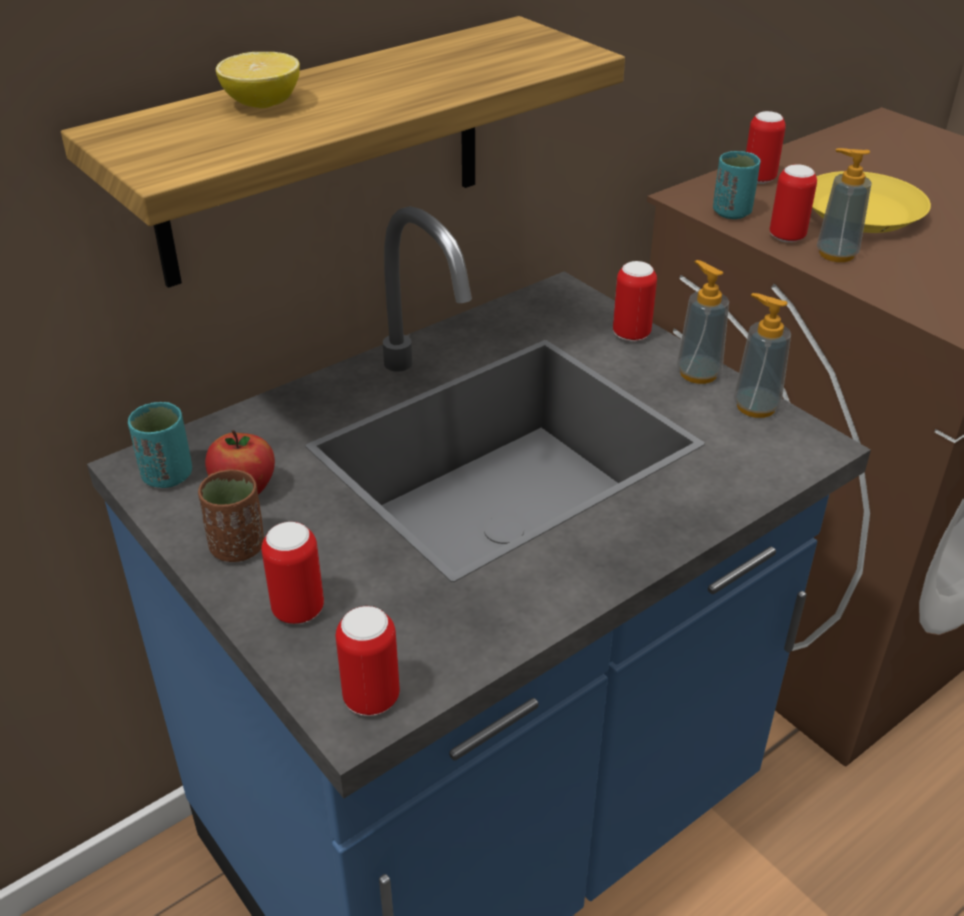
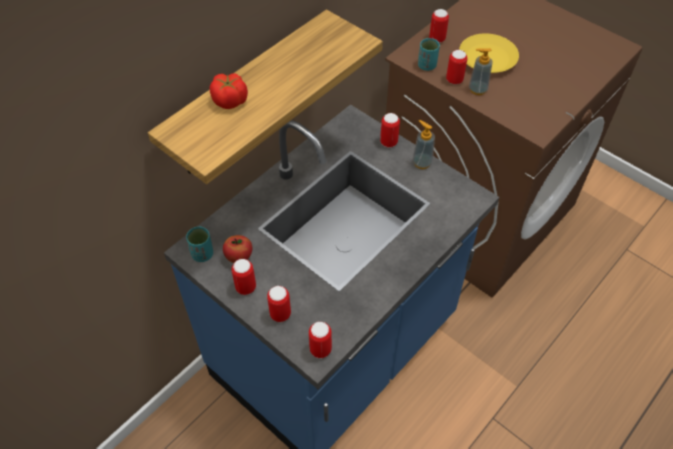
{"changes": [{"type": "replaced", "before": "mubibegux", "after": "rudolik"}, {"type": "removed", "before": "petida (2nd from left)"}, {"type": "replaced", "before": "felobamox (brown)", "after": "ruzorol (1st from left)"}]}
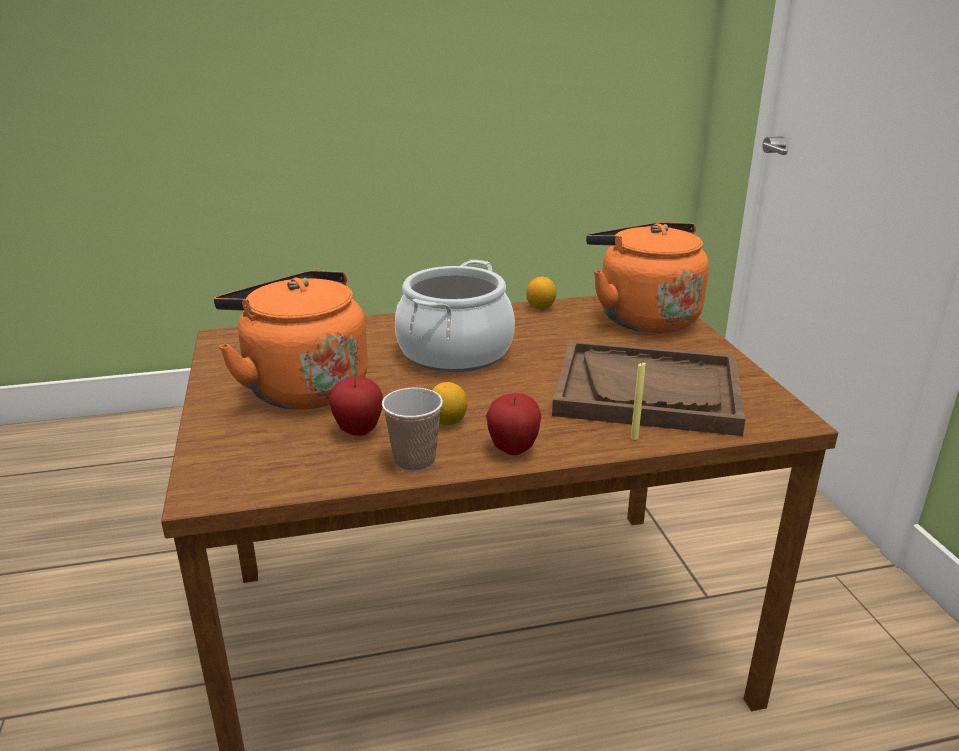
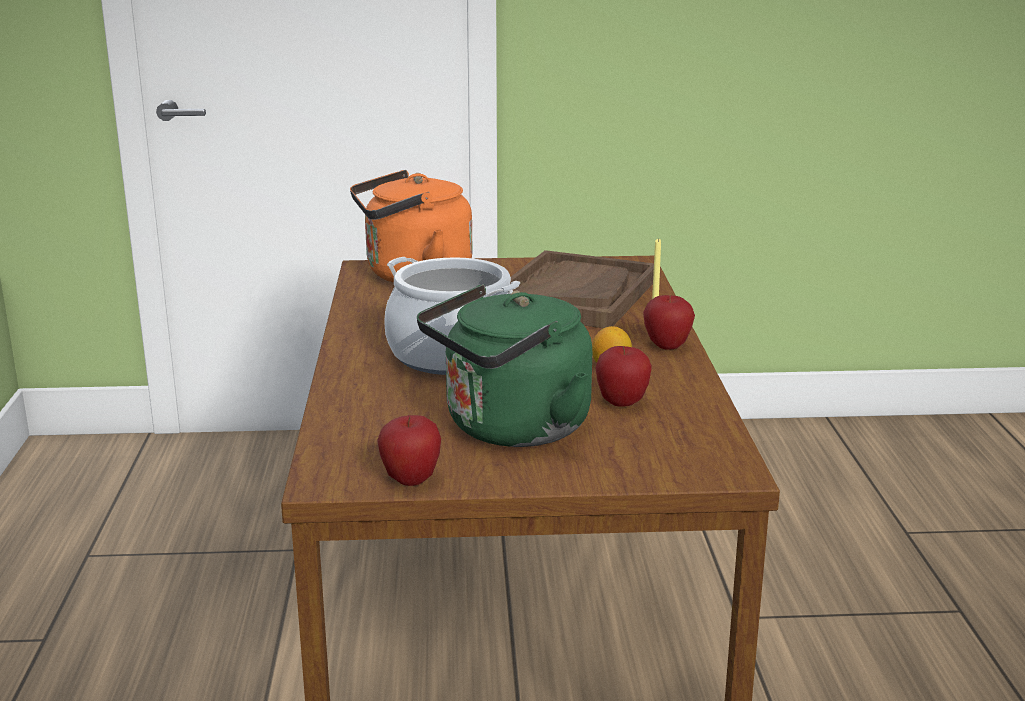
{"changes": [{"type": "recoloured", "before": "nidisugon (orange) (1st from left)", "after": "nidisugon (green)"}, {"type": "removed", "before": "mubibegux (2nd from left)"}, {"type": "removed", "before": "felobamox"}, {"type": "added", "after": "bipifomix (1st from left)"}]}
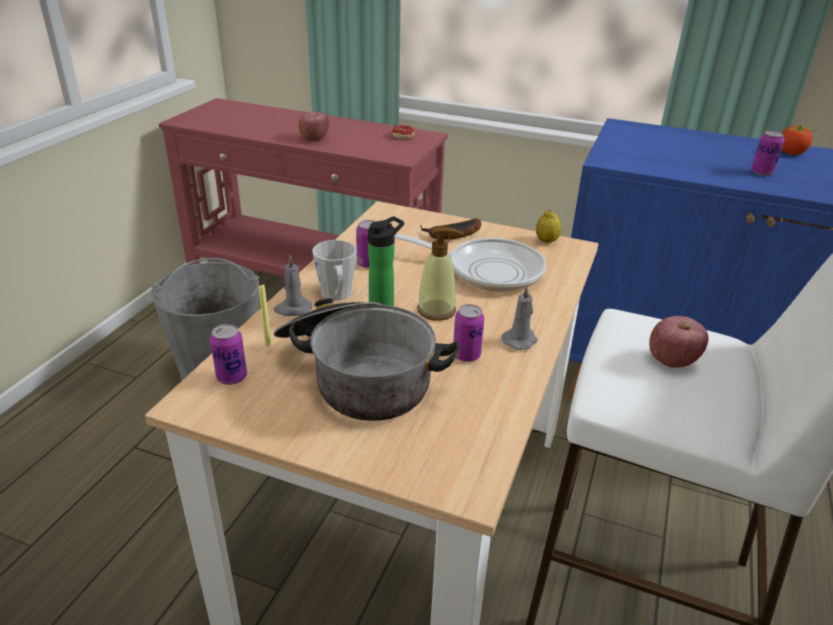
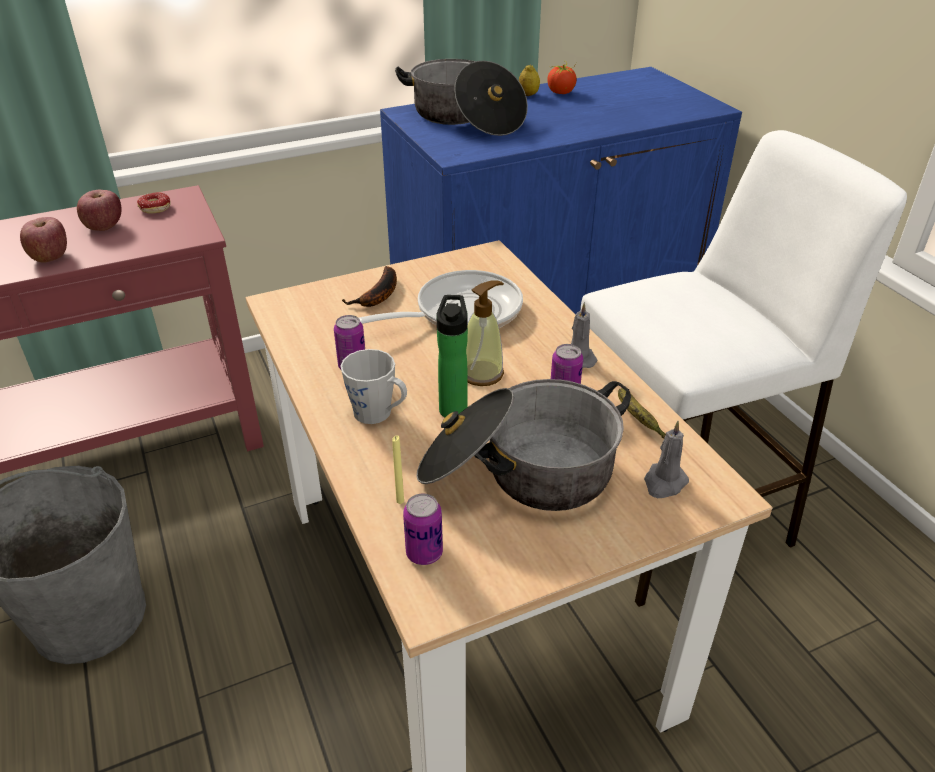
{"changes": [{"type": "removed", "before": "ruzorol (4th from left)"}, {"type": "moved", "before": "mubibegux"}, {"type": "moved", "before": "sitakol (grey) (1st from left in the first image)", "after": "sitakol (grey) (2nd from left)"}, {"type": "moved", "before": "bipifomix (2nd from left)"}, {"type": "added", "after": "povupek (1st from left)"}, {"type": "added", "after": "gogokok (2nd from left)"}]}
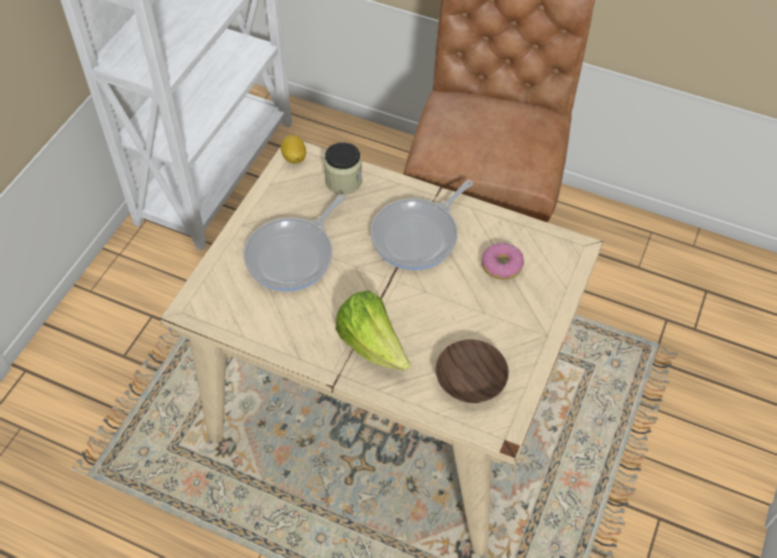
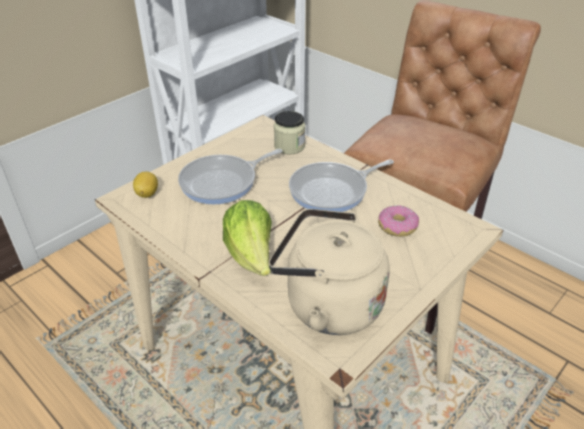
{"changes": [{"type": "moved", "before": "mubibegux"}, {"type": "replaced", "before": "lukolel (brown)", "after": "nidisugon (beige)"}]}
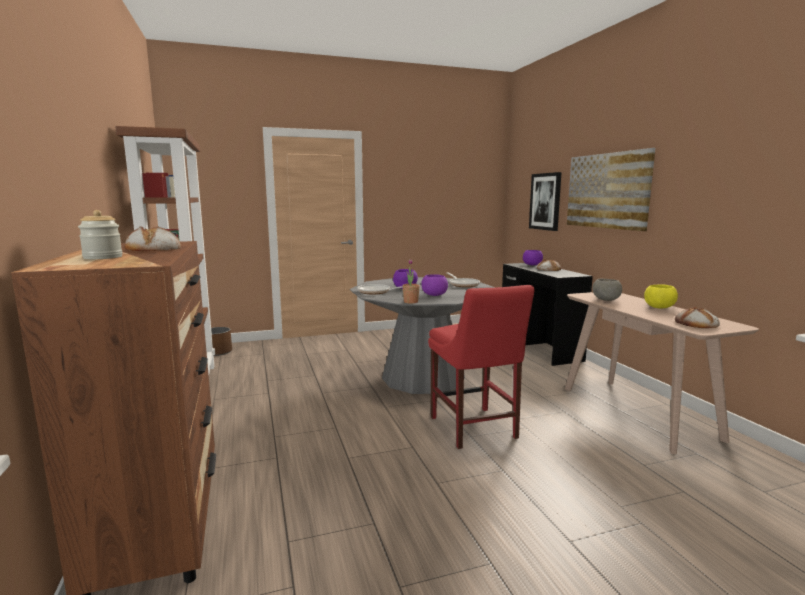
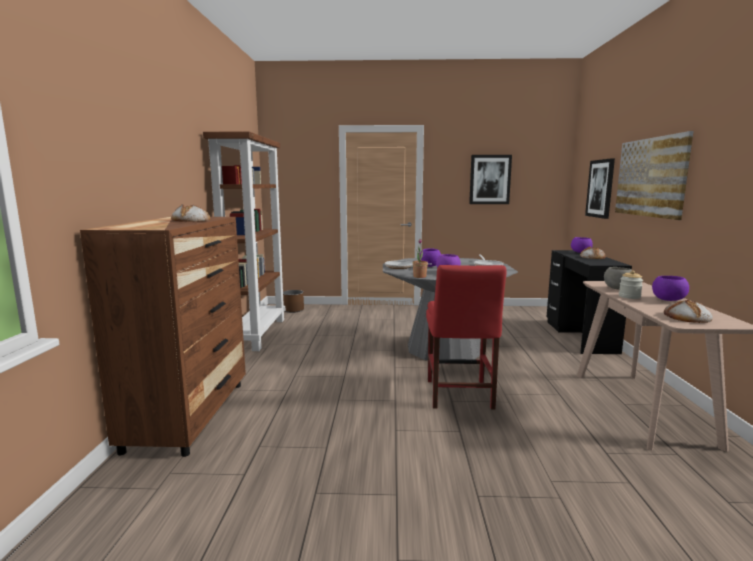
{"changes": [{"type": "moved", "before": "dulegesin"}, {"type": "recoloured", "before": "lukolel (yellow)", "after": "lukolel (purple) (4th from left)"}, {"type": "added", "after": "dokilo (1st from left)"}]}
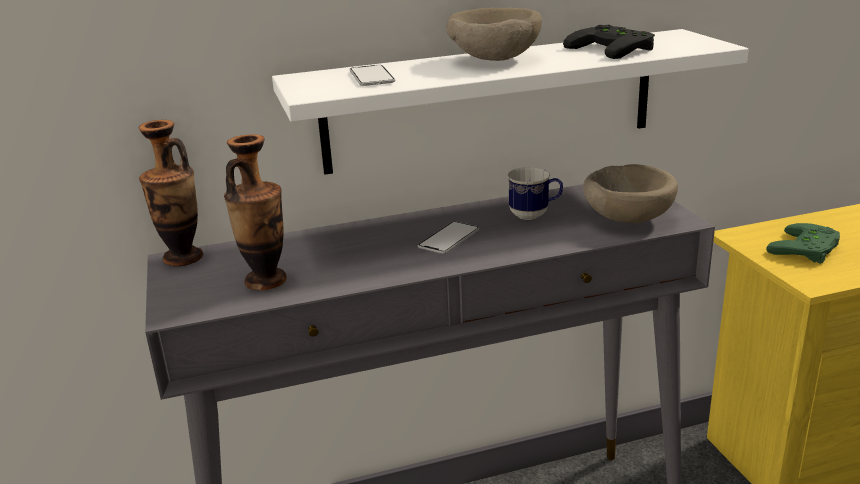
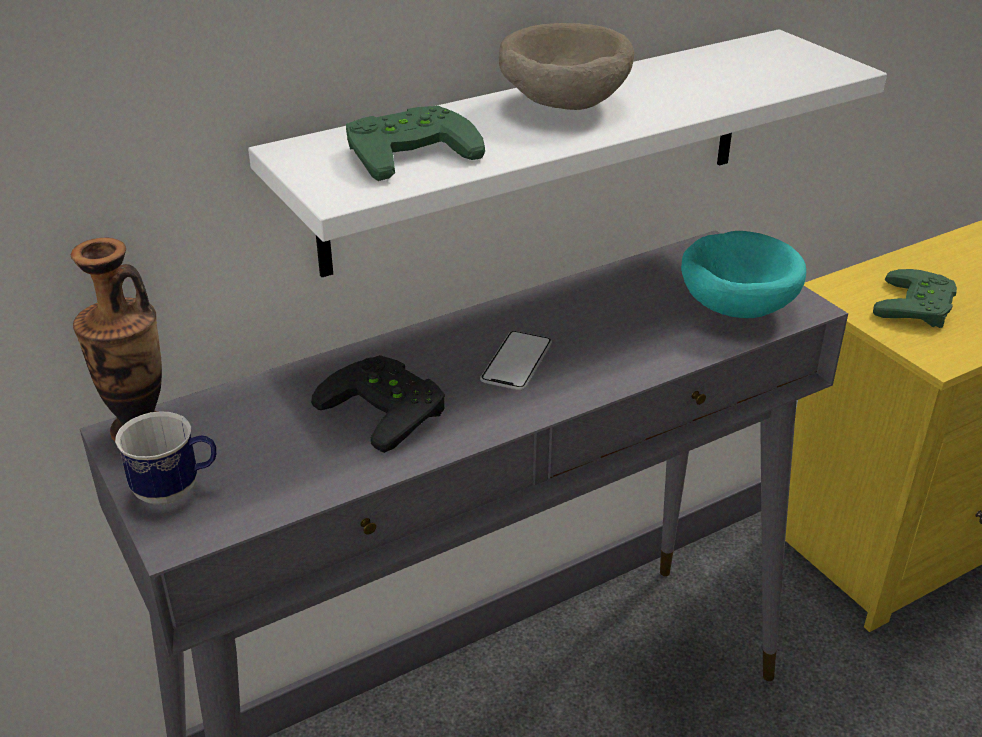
{"changes": [{"type": "moved", "before": "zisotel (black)"}, {"type": "replaced", "before": "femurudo (1st from left)", "after": "zisotel (green) (1st from left)"}, {"type": "removed", "before": "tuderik (2nd from left)"}, {"type": "recoloured", "before": "lukolel (beige) (2nd from left)", "after": "lukolel (turquoise)"}, {"type": "moved", "before": "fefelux"}]}
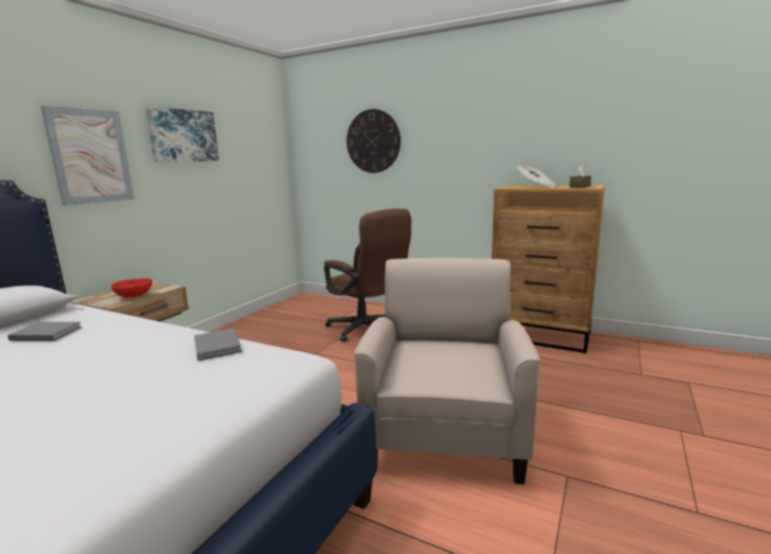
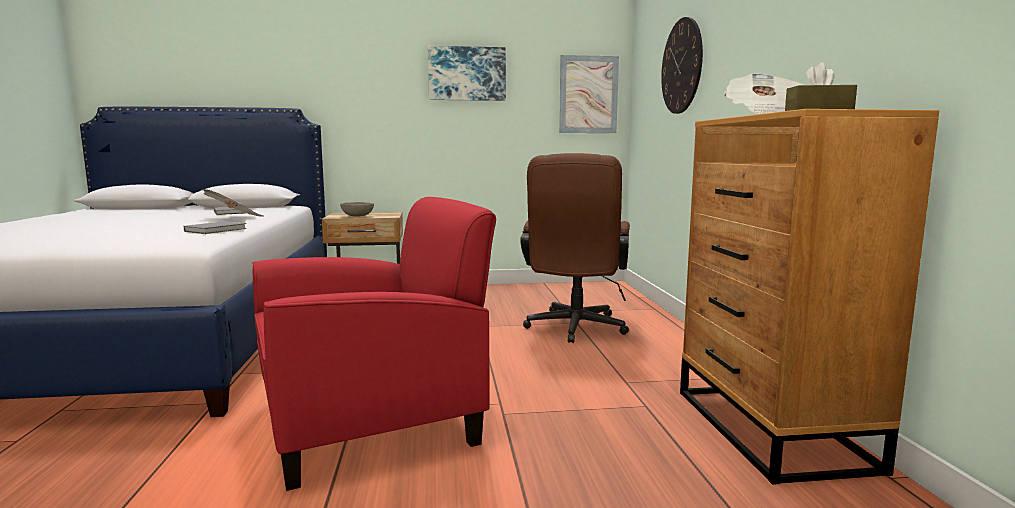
{"changes": [{"type": "moved", "before": "dokilo (1st from left in the first image)", "after": "dokilo (2nd from left)"}, {"type": "recoloured", "before": "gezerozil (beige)", "after": "gezerozil (red)"}, {"type": "recoloured", "before": "lukolel (red)", "after": "lukolel (grey)"}, {"type": "added", "after": "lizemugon (1st from left)"}]}
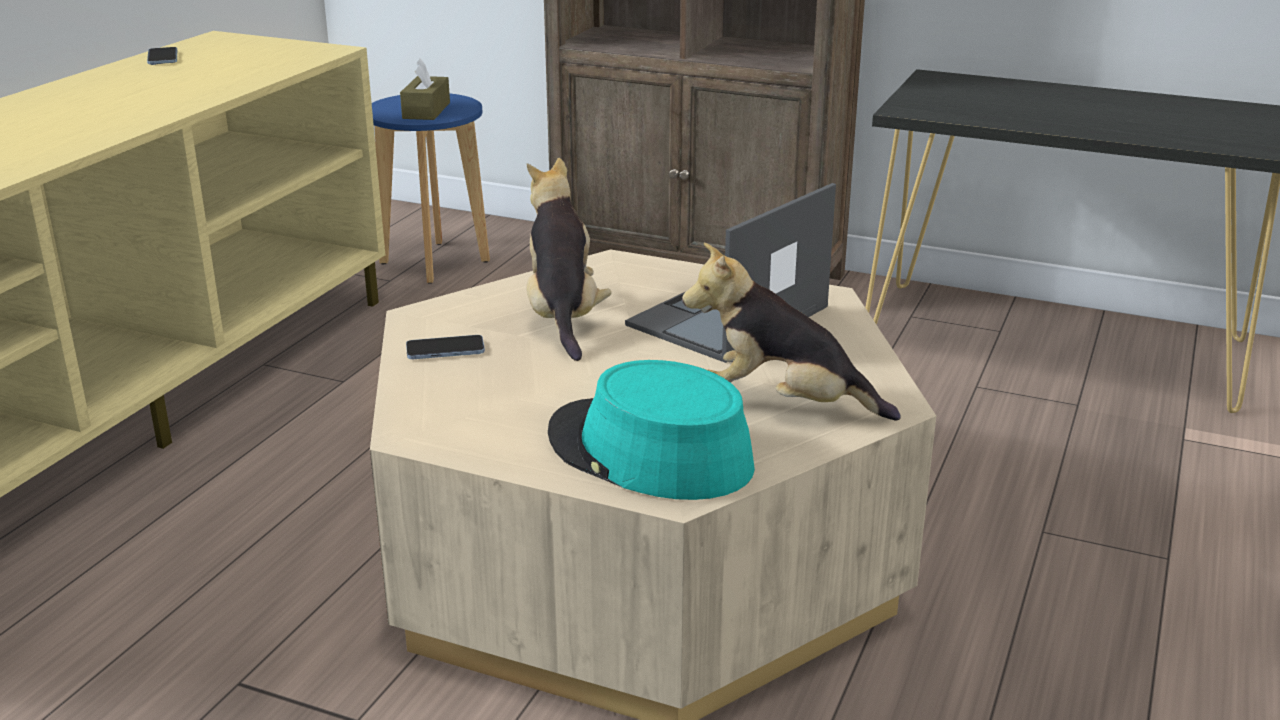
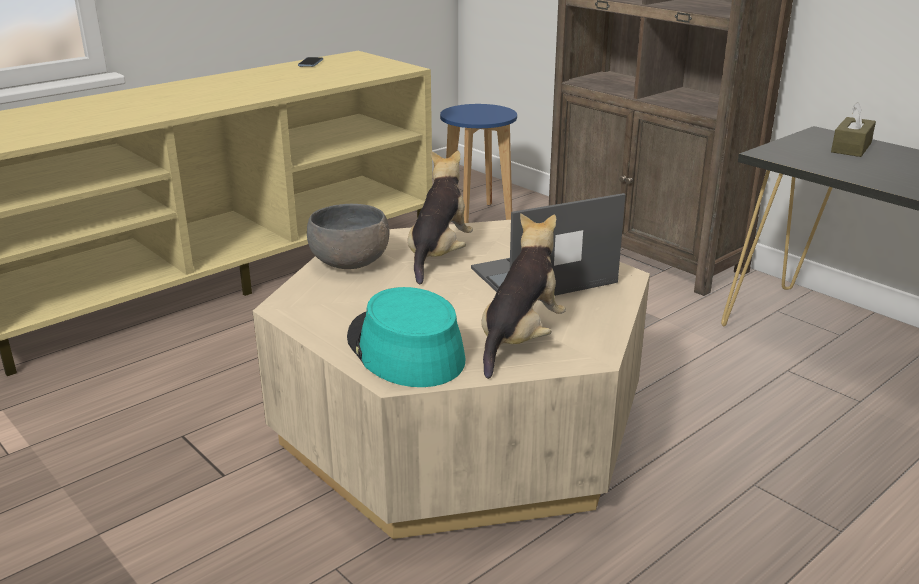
{"changes": [{"type": "moved", "before": "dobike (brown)"}, {"type": "turned", "before": "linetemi (2nd from left)", "turn": 75}, {"type": "replaced", "before": "femurudo (2nd from left)", "after": "lukolel (grey)"}]}
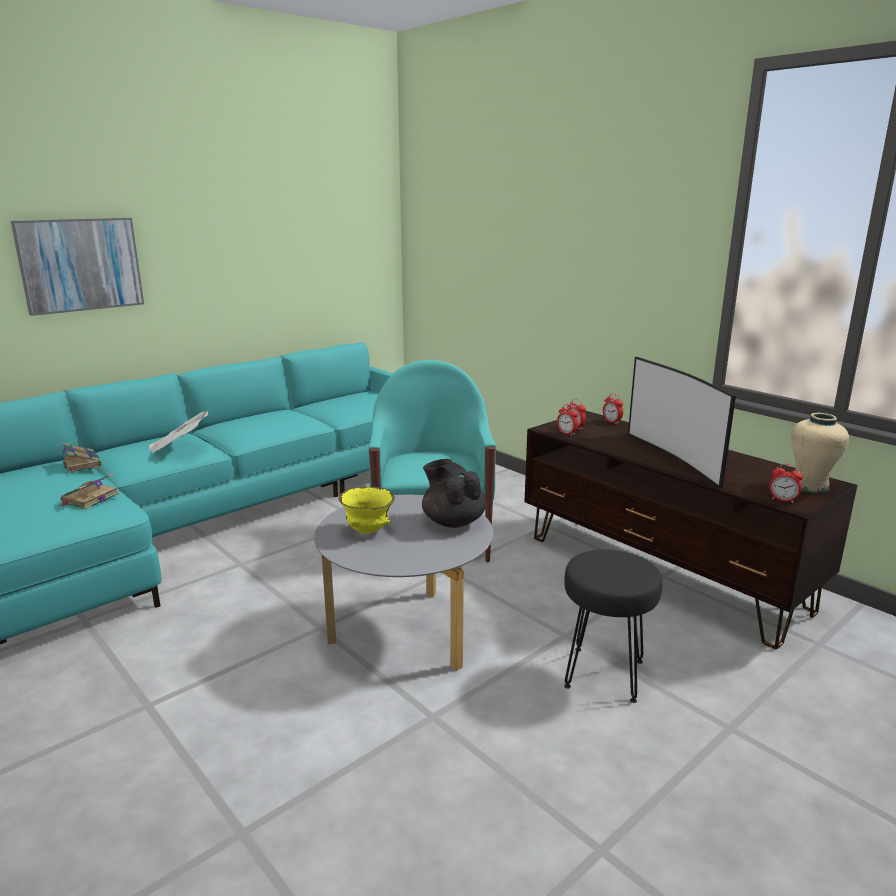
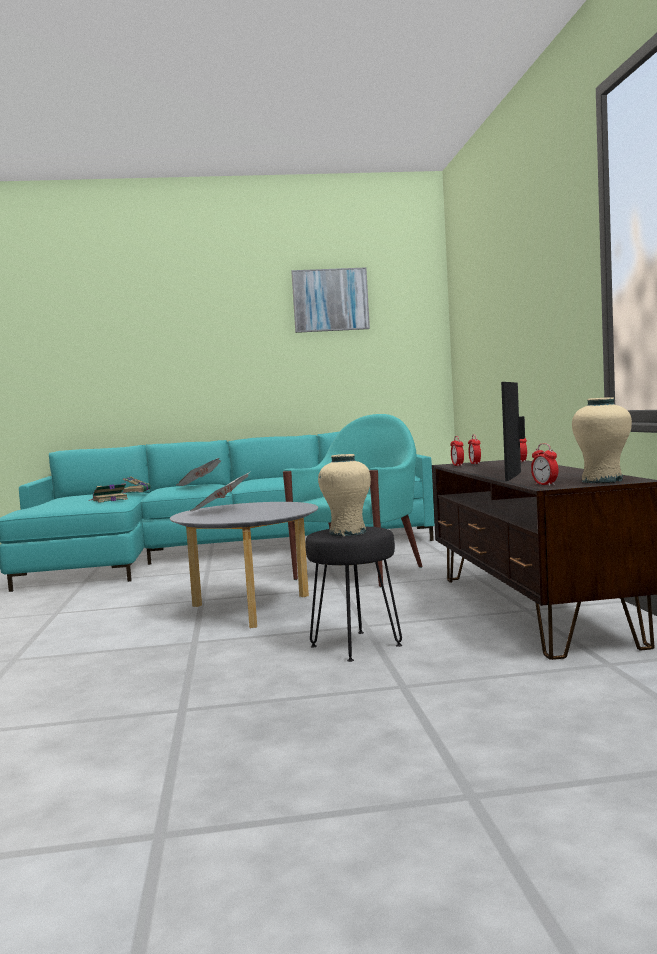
{"changes": [{"type": "moved", "before": "dokilo"}, {"type": "removed", "before": "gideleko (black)"}, {"type": "replaced", "before": "lukolel (yellow)", "after": "lizemugon (2nd from left)"}, {"type": "added", "after": "tuderik (beige) (1st from left)"}]}
